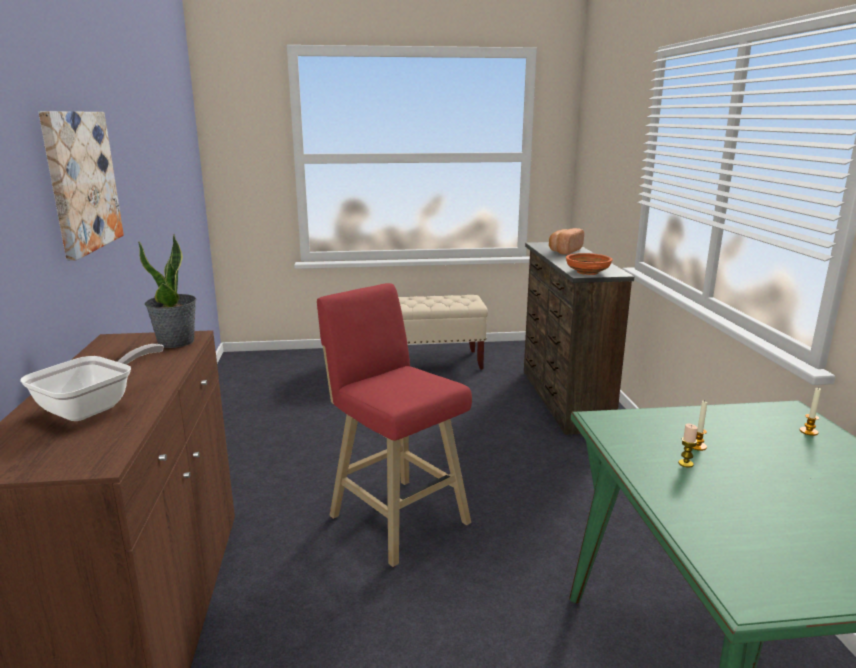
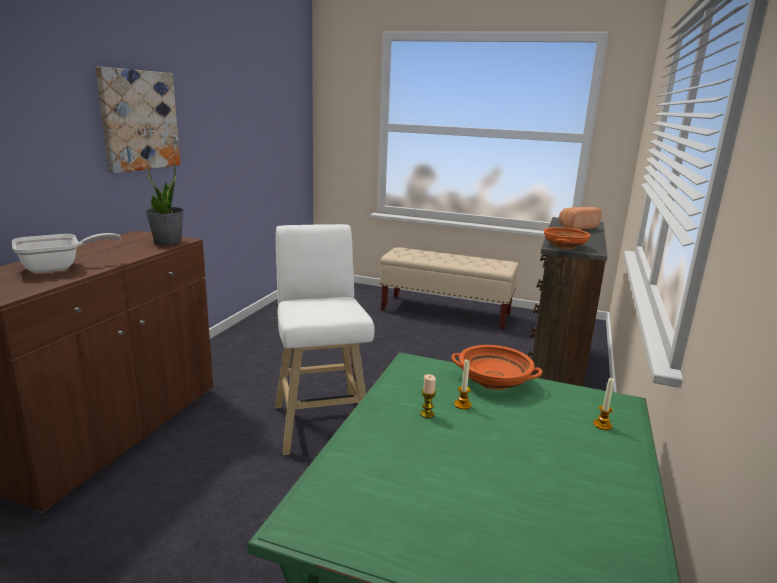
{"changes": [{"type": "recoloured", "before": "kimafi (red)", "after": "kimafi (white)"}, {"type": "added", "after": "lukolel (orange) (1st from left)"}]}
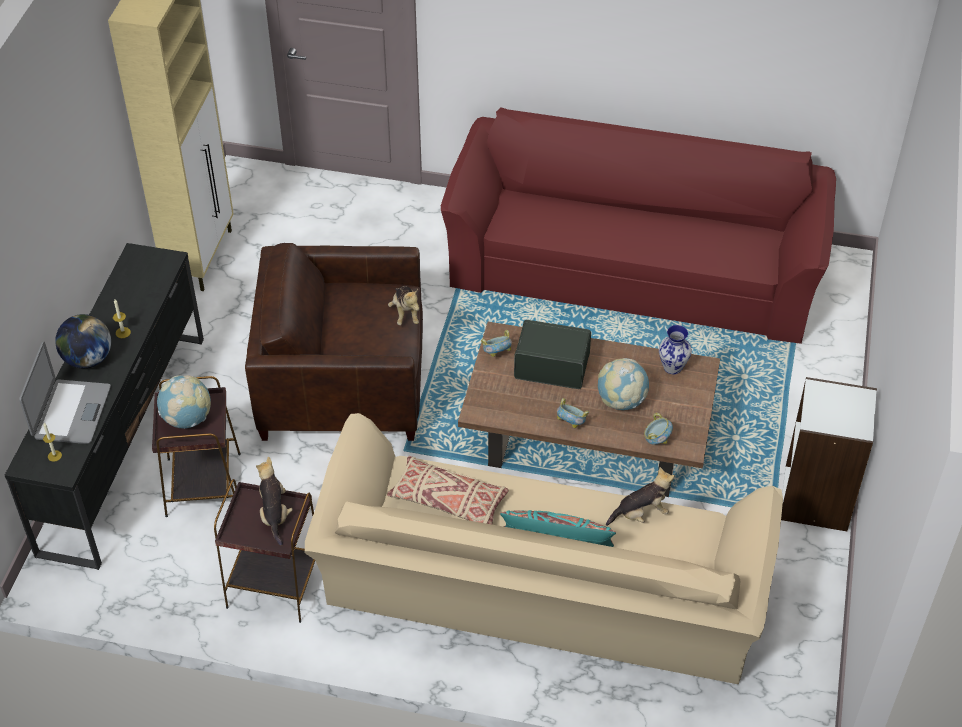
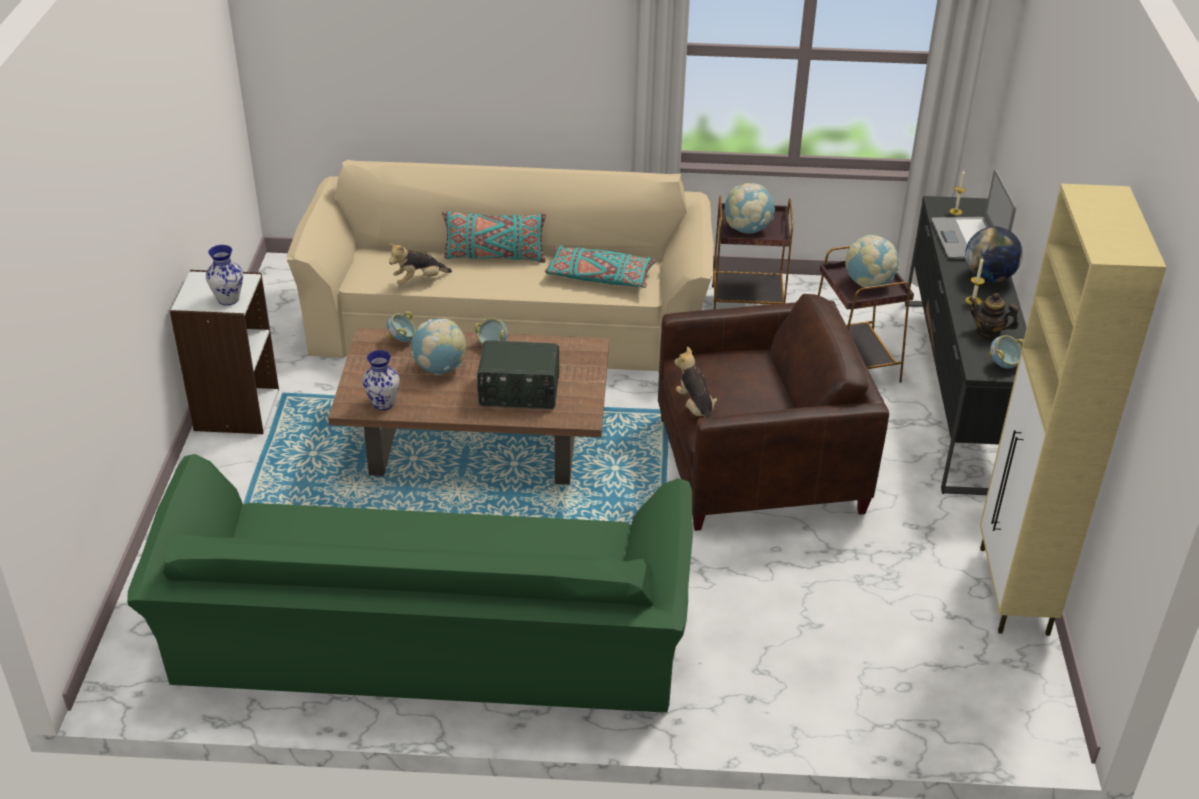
{"changes": [{"type": "recoloured", "before": "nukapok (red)", "after": "nukapok (green)"}, {"type": "moved", "before": "lukolel (1st from left in the first image)", "after": "lukolel (3rd from left)"}, {"type": "recoloured", "before": "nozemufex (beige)", "after": "nozemufex (turquoise) (2nd from left)"}, {"type": "replaced", "before": "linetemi (1st from left)", "after": "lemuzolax (2nd from left)"}, {"type": "added", "after": "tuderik (1st from left)"}, {"type": "added", "after": "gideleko"}]}
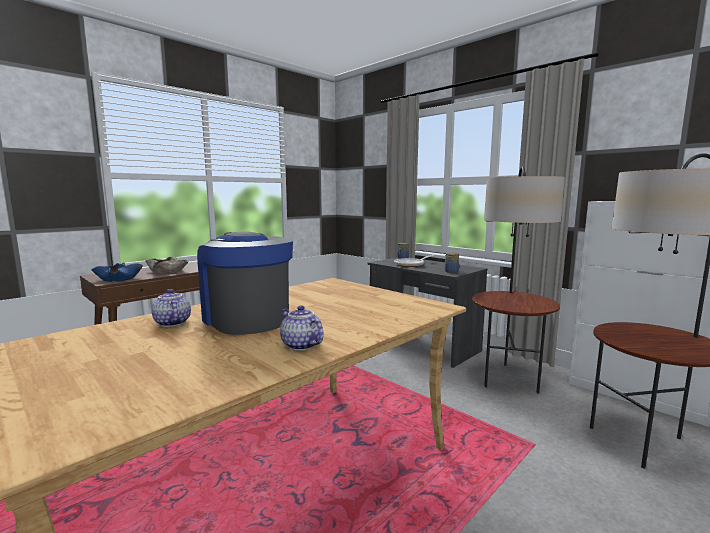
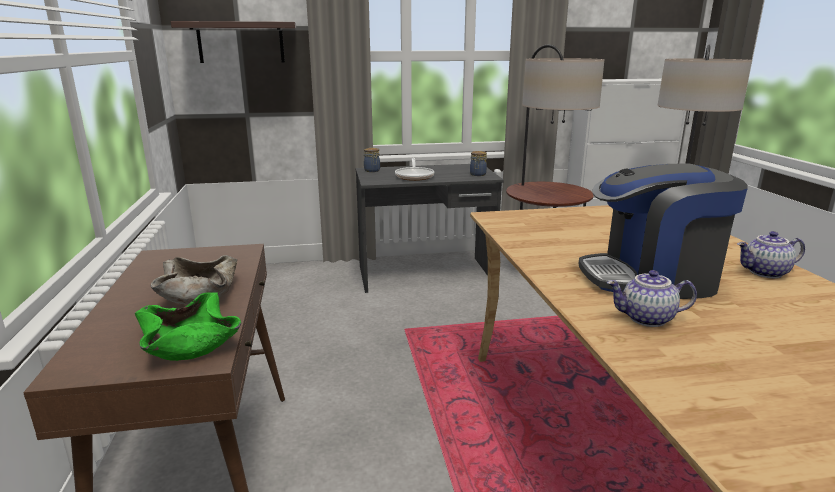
{"changes": [{"type": "recoloured", "before": "lukolel (blue)", "after": "lukolel (green)"}, {"type": "added", "after": "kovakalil"}]}
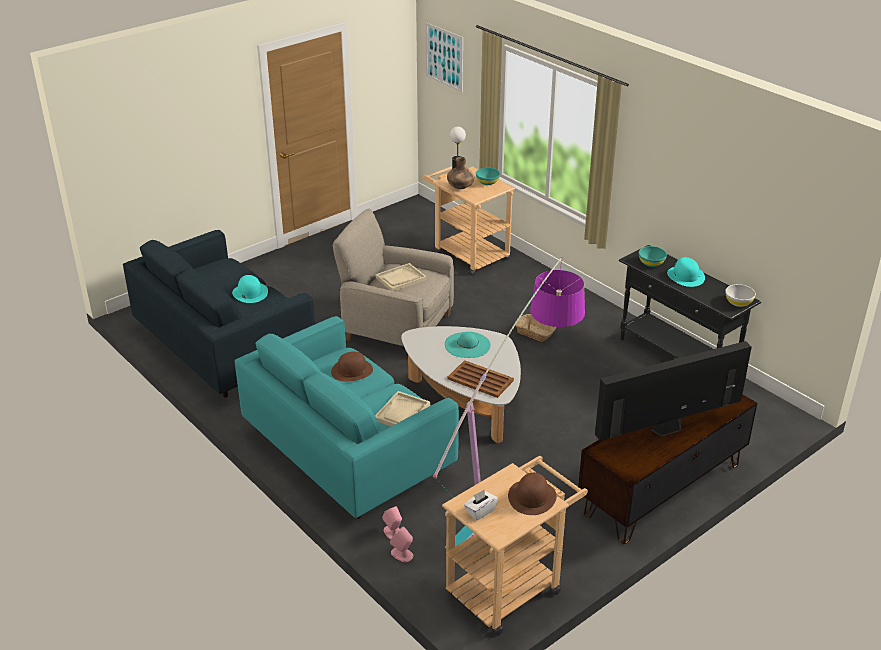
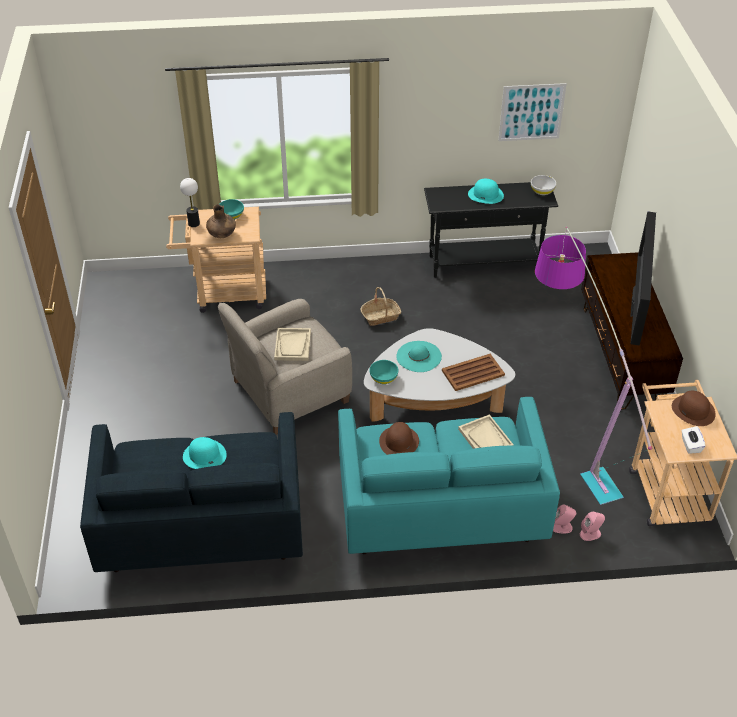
{"changes": [{"type": "moved", "before": "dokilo"}, {"type": "moved", "before": "lukolel (turquoise) (2nd from left)"}]}
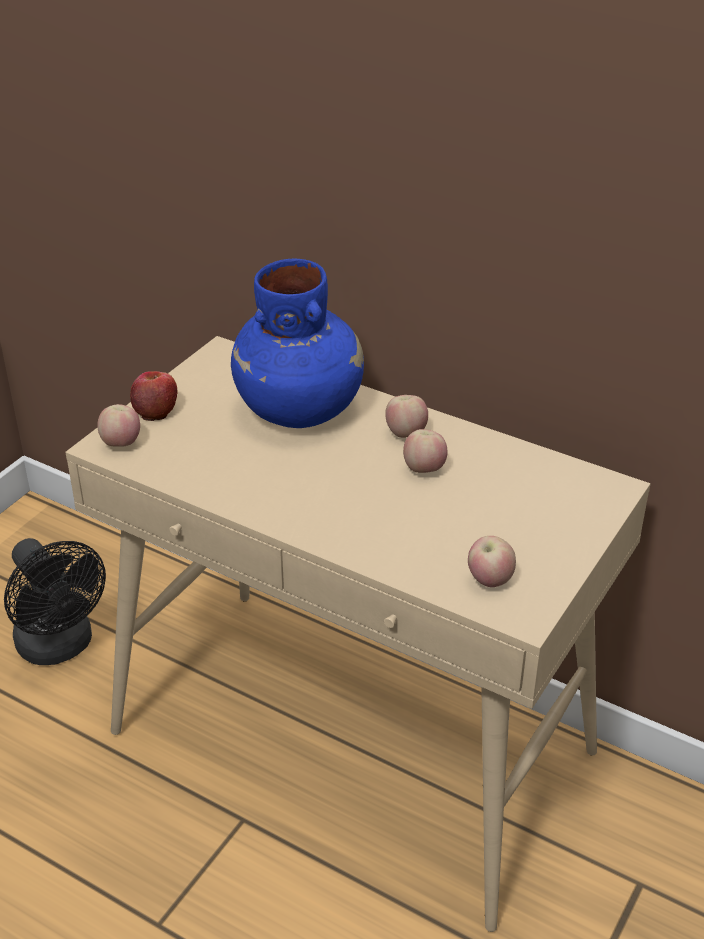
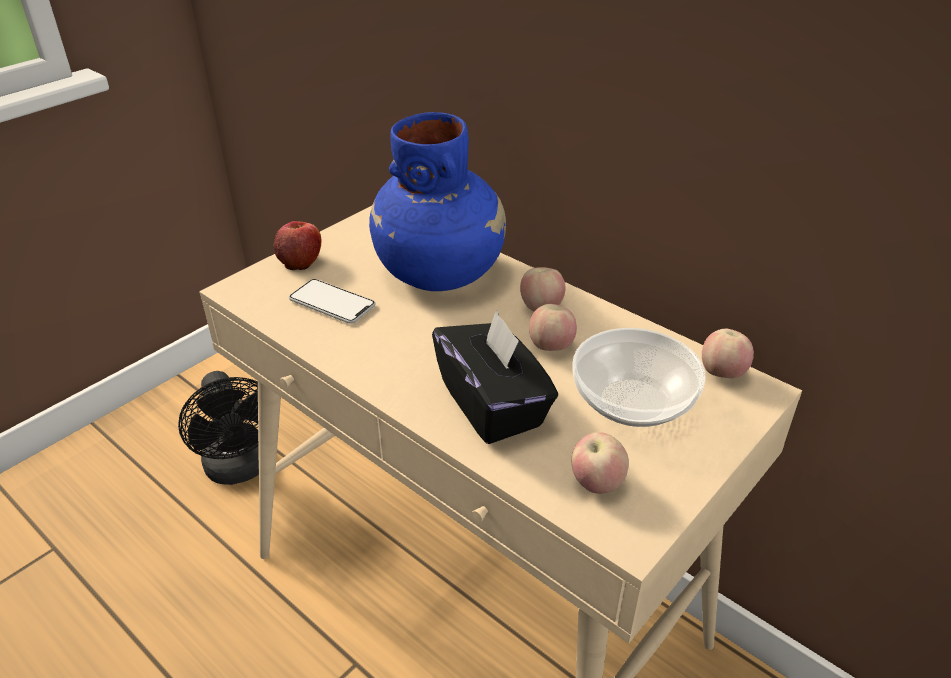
{"changes": [{"type": "moved", "before": "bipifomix (1st from left in the first image)", "after": "bipifomix (5th from left)"}, {"type": "added", "after": "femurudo"}, {"type": "added", "after": "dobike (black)"}, {"type": "added", "after": "lukolel"}]}
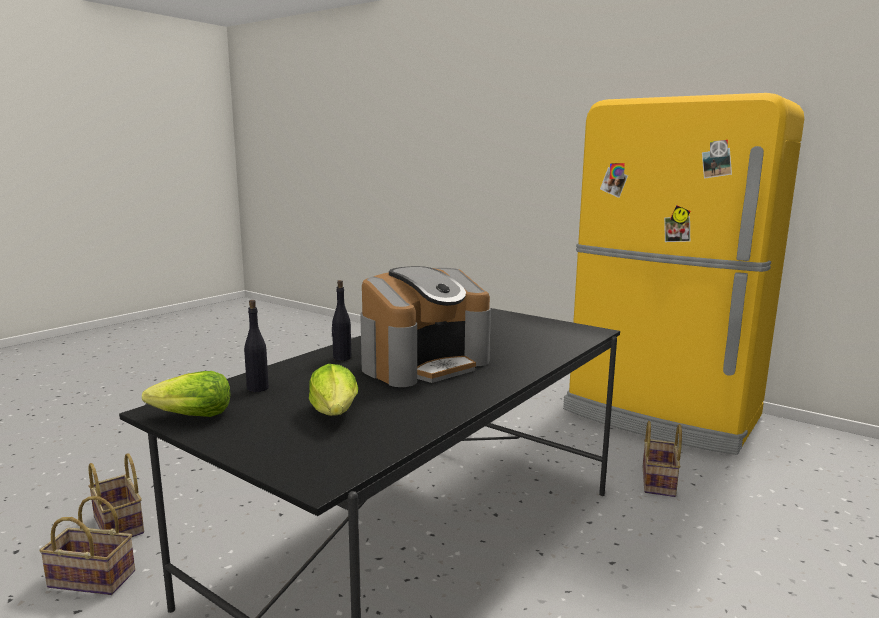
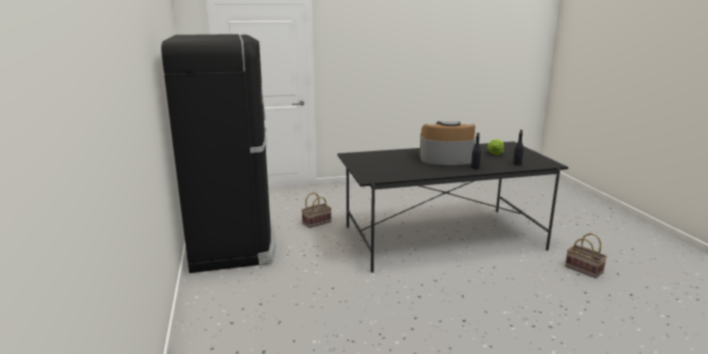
{"changes": [{"type": "recoloured", "before": "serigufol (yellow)", "after": "serigufol (black)"}, {"type": "removed", "before": "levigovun (1st from left)"}, {"type": "removed", "before": "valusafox (2nd from left)"}]}
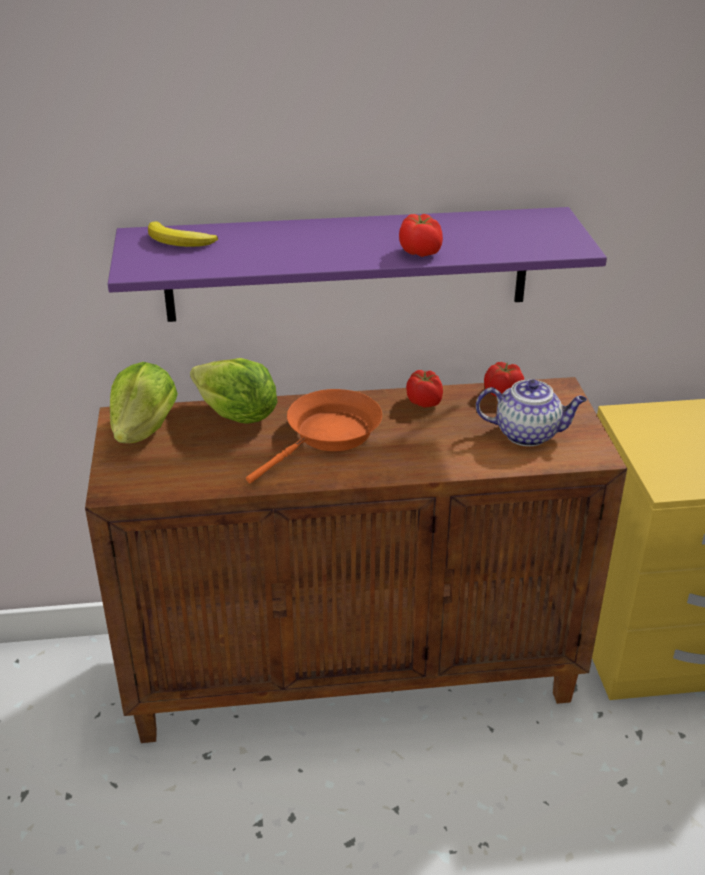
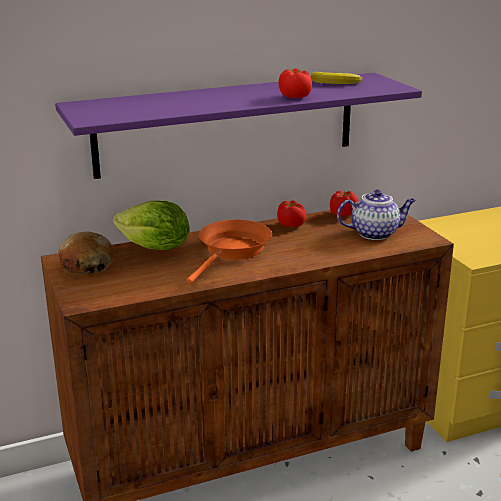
{"changes": [{"type": "moved", "before": "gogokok"}, {"type": "replaced", "before": "levigovun (1st from left)", "after": "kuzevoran"}]}
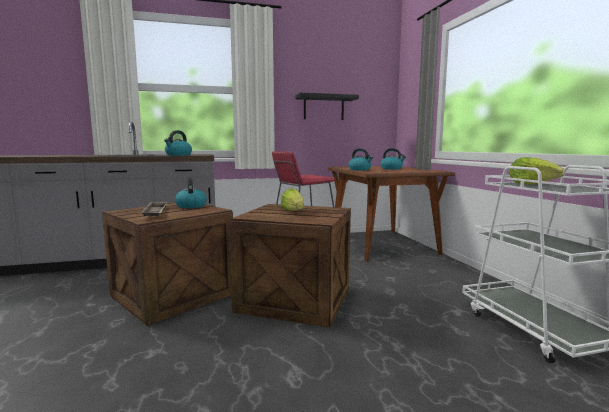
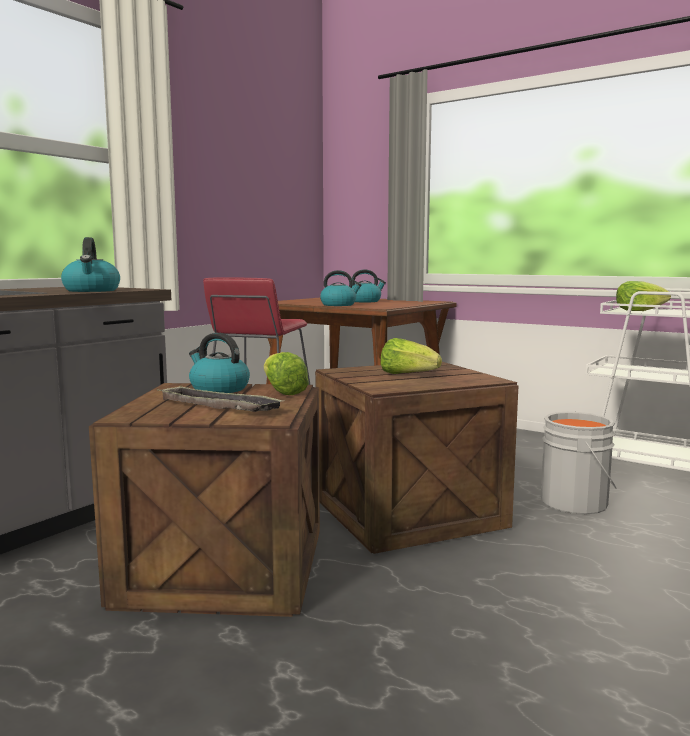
{"changes": [{"type": "removed", "before": "kovakalil (black)"}, {"type": "added", "after": "levigovun (1st from left)"}, {"type": "added", "after": "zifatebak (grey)"}]}
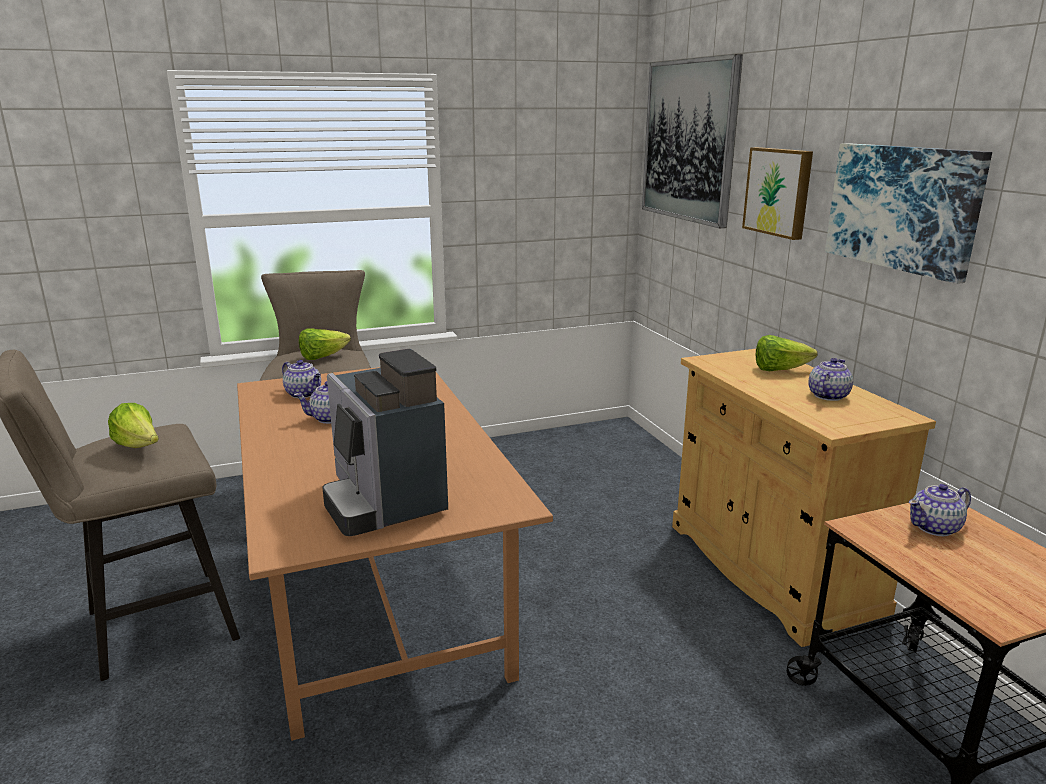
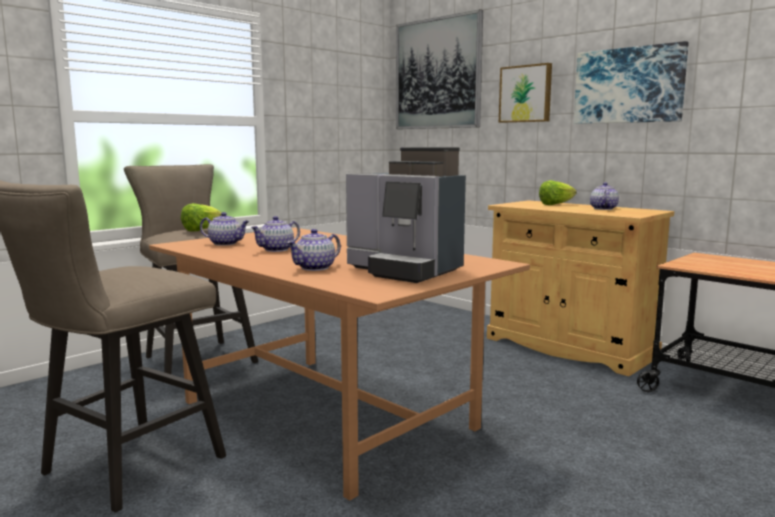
{"changes": [{"type": "removed", "before": "levigovun (1st from left)"}, {"type": "moved", "before": "gideleko (4th from left in the first image)", "after": "gideleko (3rd from left)"}]}
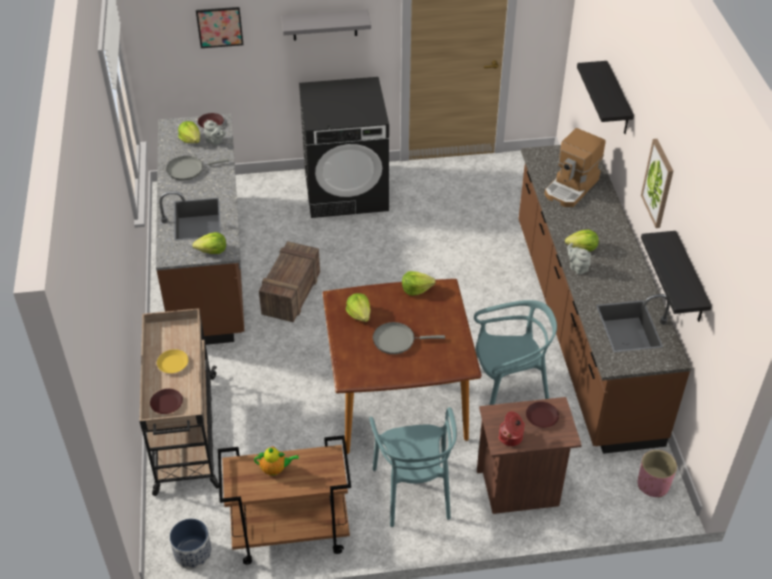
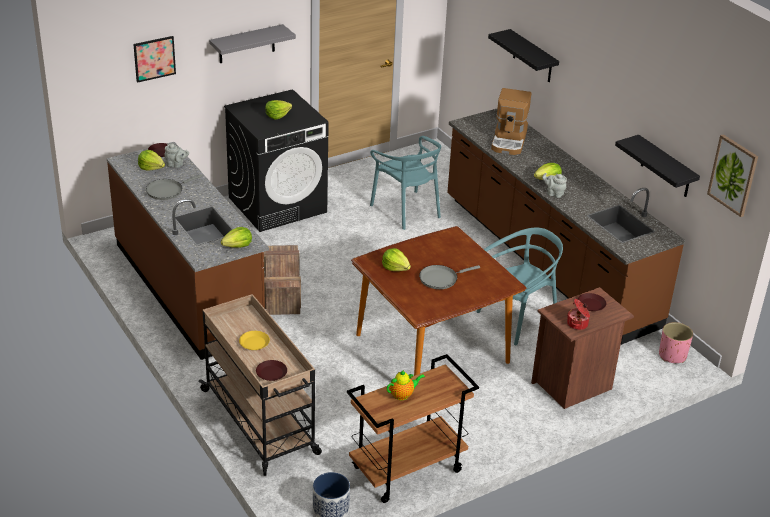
{"changes": [{"type": "moved", "before": "dokilo (2nd from left)"}, {"type": "moved", "before": "levigovun (4th from left in the first image)", "after": "levigovun (3rd from left)"}, {"type": "moved", "before": "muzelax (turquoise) (1st from left)"}]}
